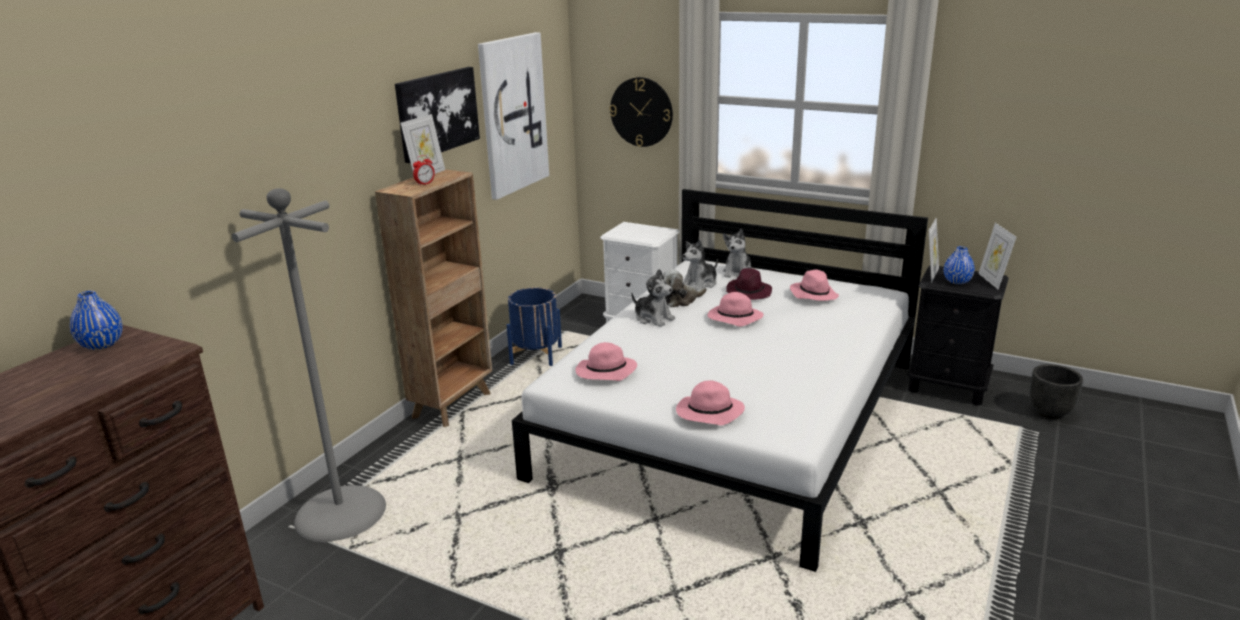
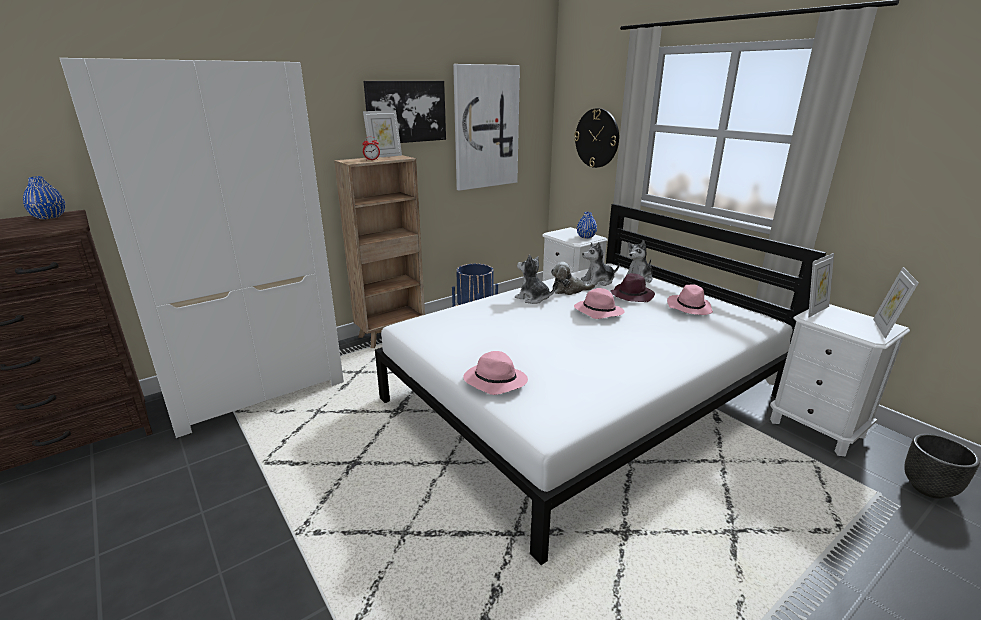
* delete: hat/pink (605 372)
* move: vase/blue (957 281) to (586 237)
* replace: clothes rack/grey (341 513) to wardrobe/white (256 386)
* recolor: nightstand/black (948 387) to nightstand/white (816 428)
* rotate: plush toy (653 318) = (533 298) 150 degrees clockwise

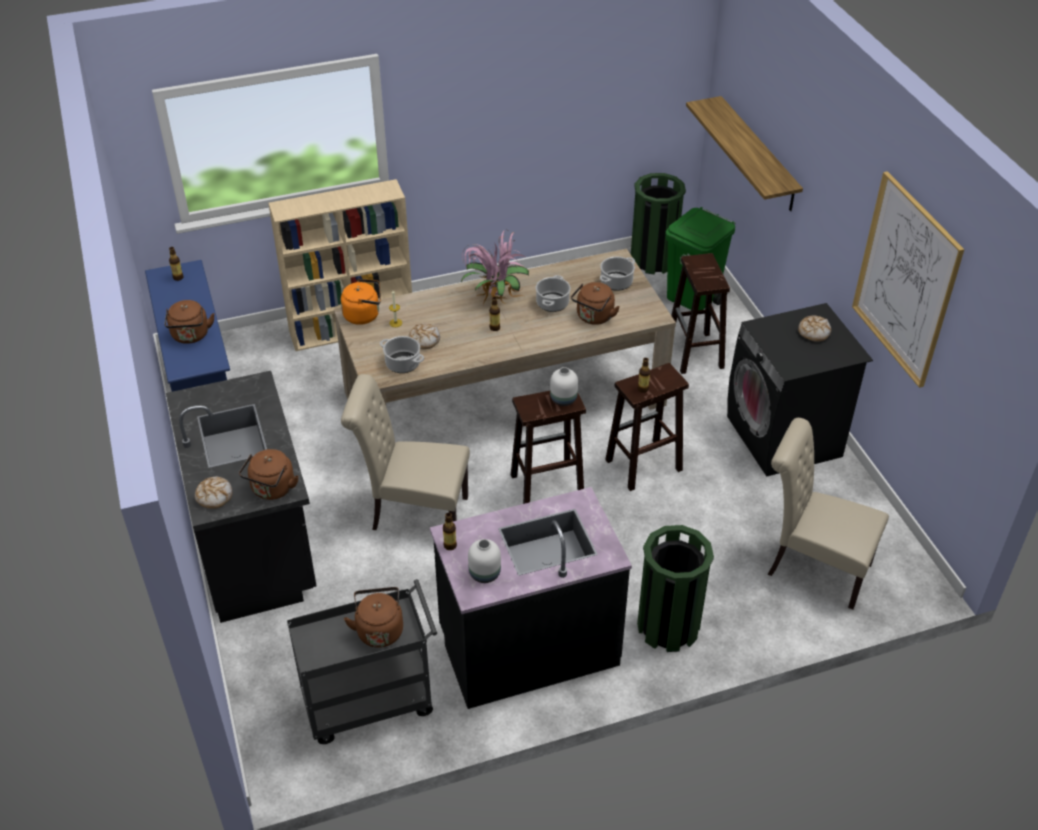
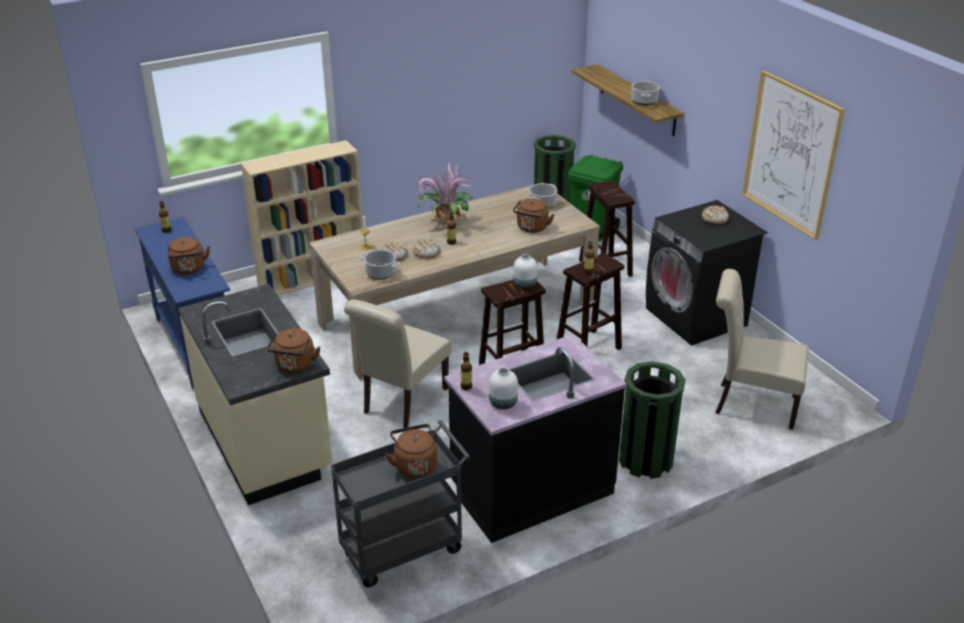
* delete: kettle/orange (364 315)
* move: bread (214 496) to (426 252)
* move: cooking pot (552 303) to (644 101)
* recolor: counter/black (255 542) to counter/beige (266 440)
* rotate: chair/beige (413 513) = (402 403) 60 degrees counterclockwise

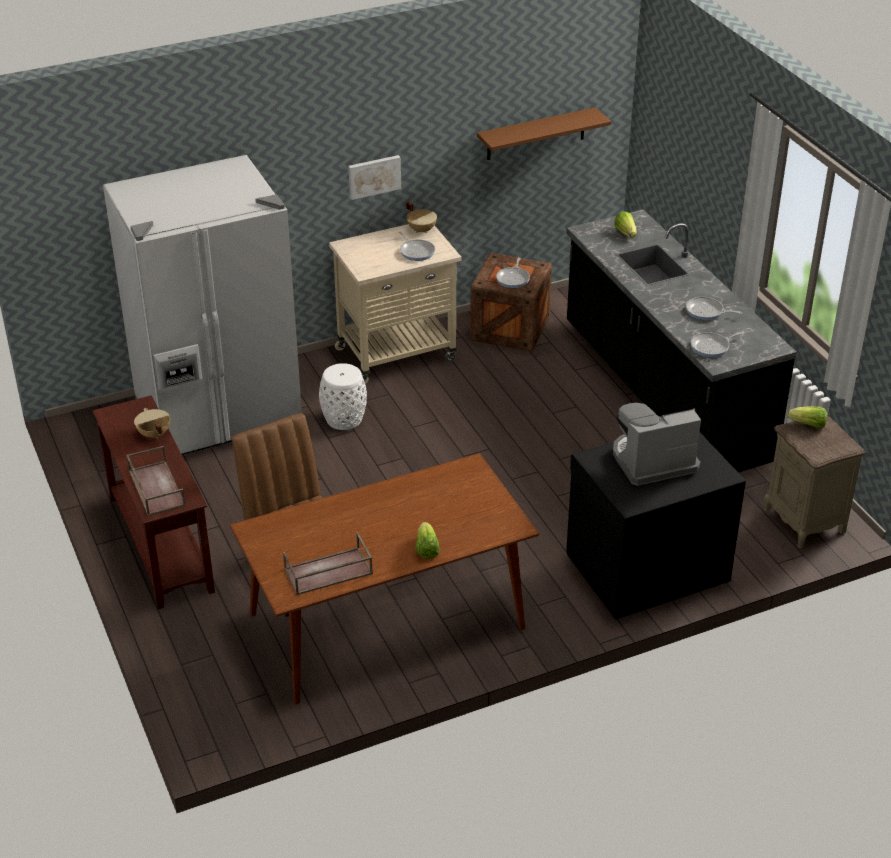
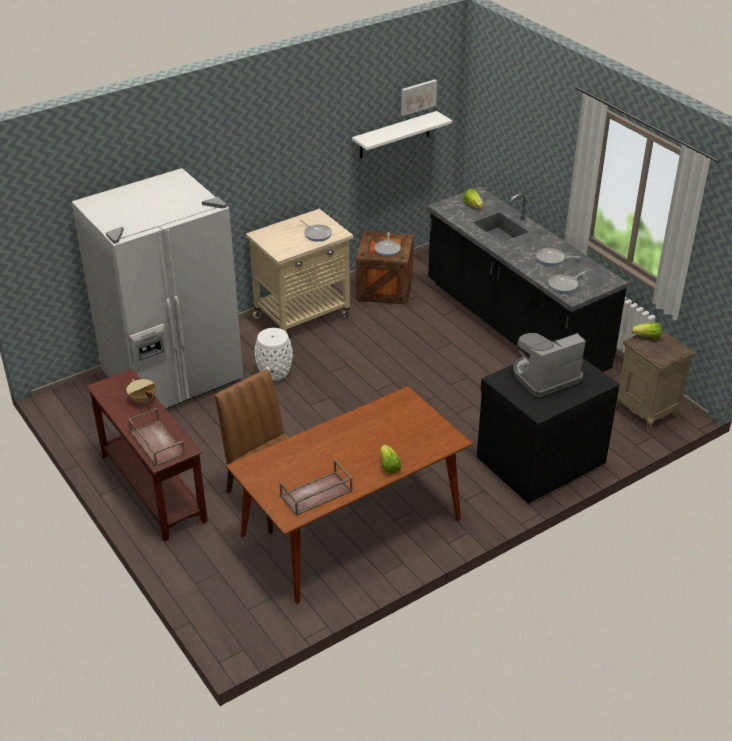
* delete: cooking pot/beige (422 230)
* move: picture (374 176) to (417 96)
* recolor: shelf/brown (536 134) to shelf/white (395 135)

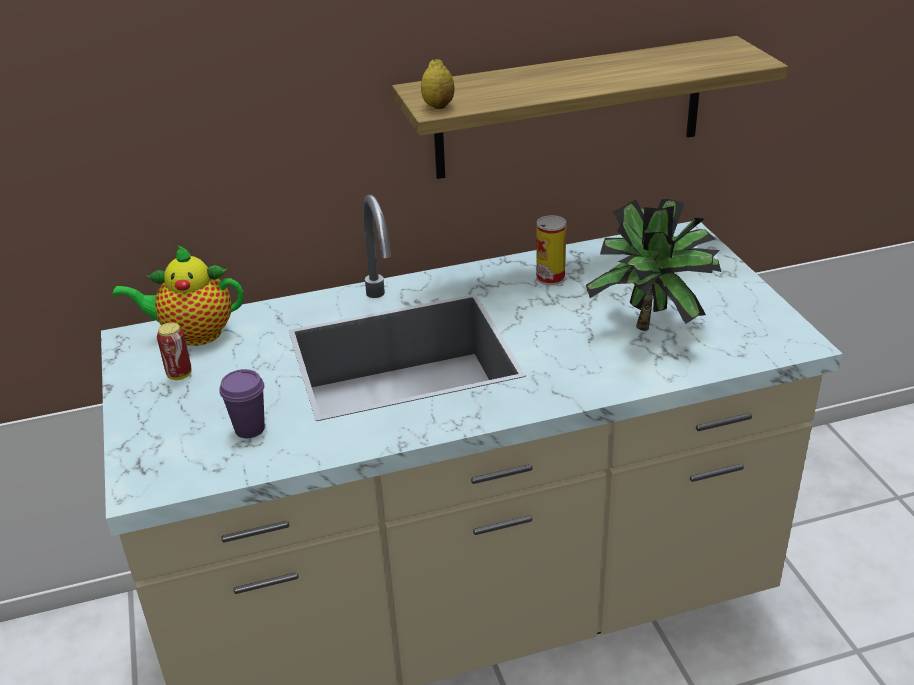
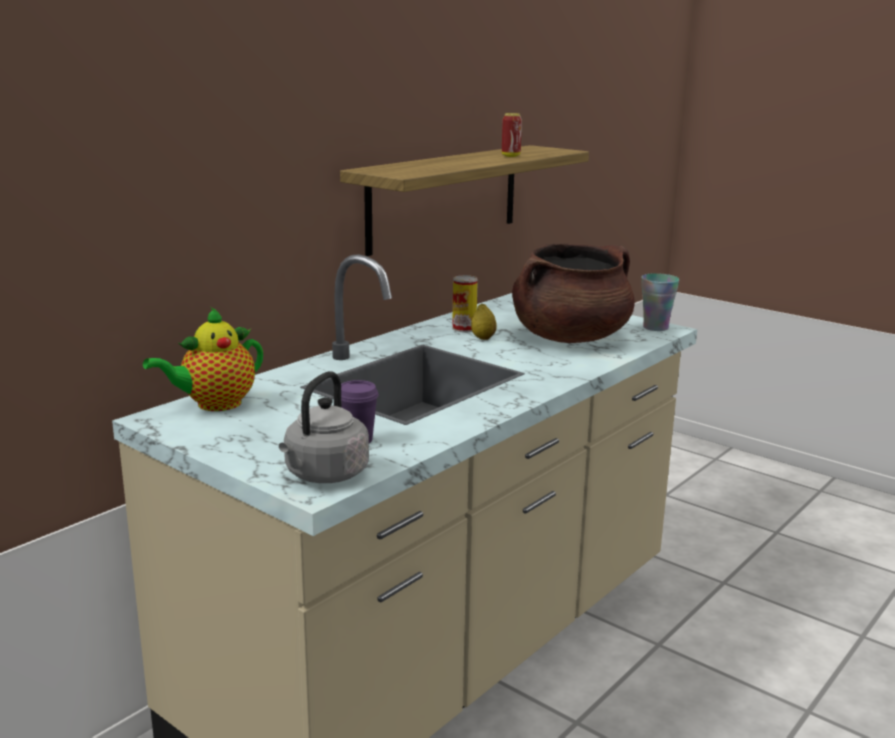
* insert: kettle/grey (324 475)
* insert: cup (655 327)
* move: can (179 374) to (510 156)
* move: lemon (438 106) to (483 338)
* replace: potted plant (652 327) to cooking pot/brown (570 338)

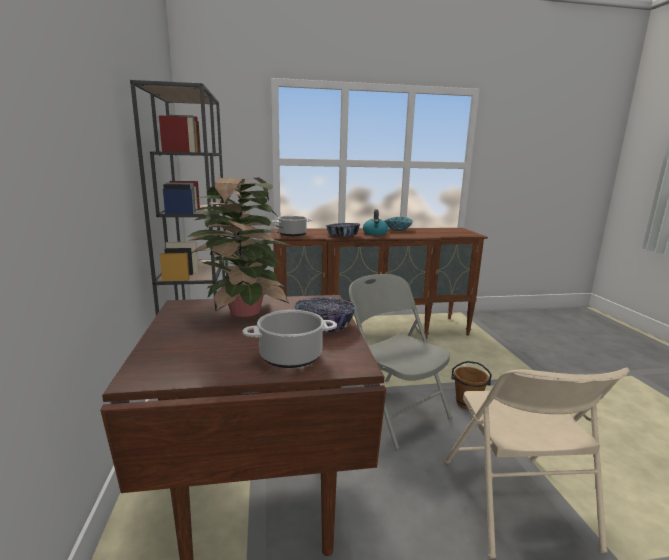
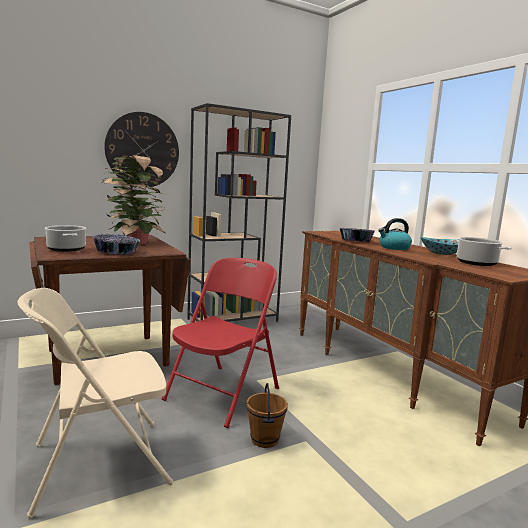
* insert: wall clock (142 150)
* move: cooking pot (292 234) to (475 263)
* recolor: chair/grey (391 410) to chair/red (223 394)

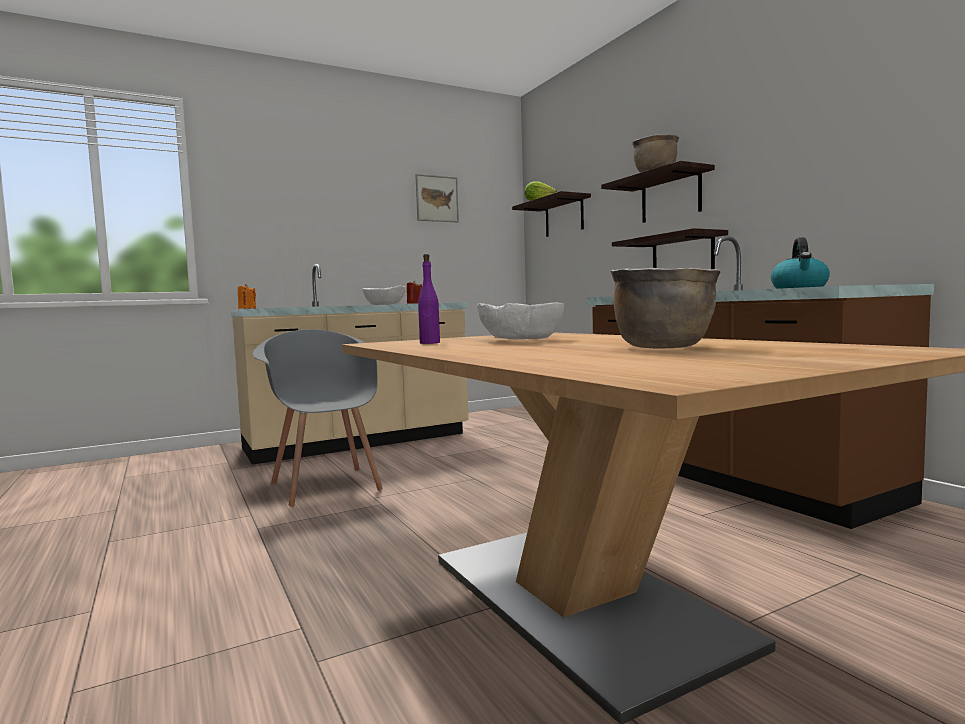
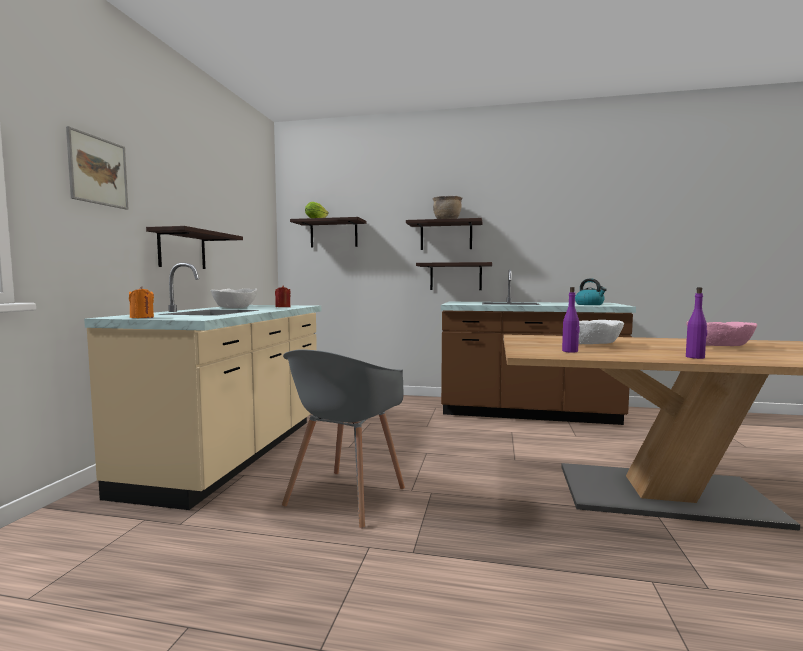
* insert: shelf (182 250)
* insert: bottle/purple (695 357)
* move: picture (437 198) to (98 171)
* replace: cooking pot/brown (663 347) to bowl/pink (718 346)
* rotate: chair/grey (326 486) = (345 498) 75 degrees counterclockwise

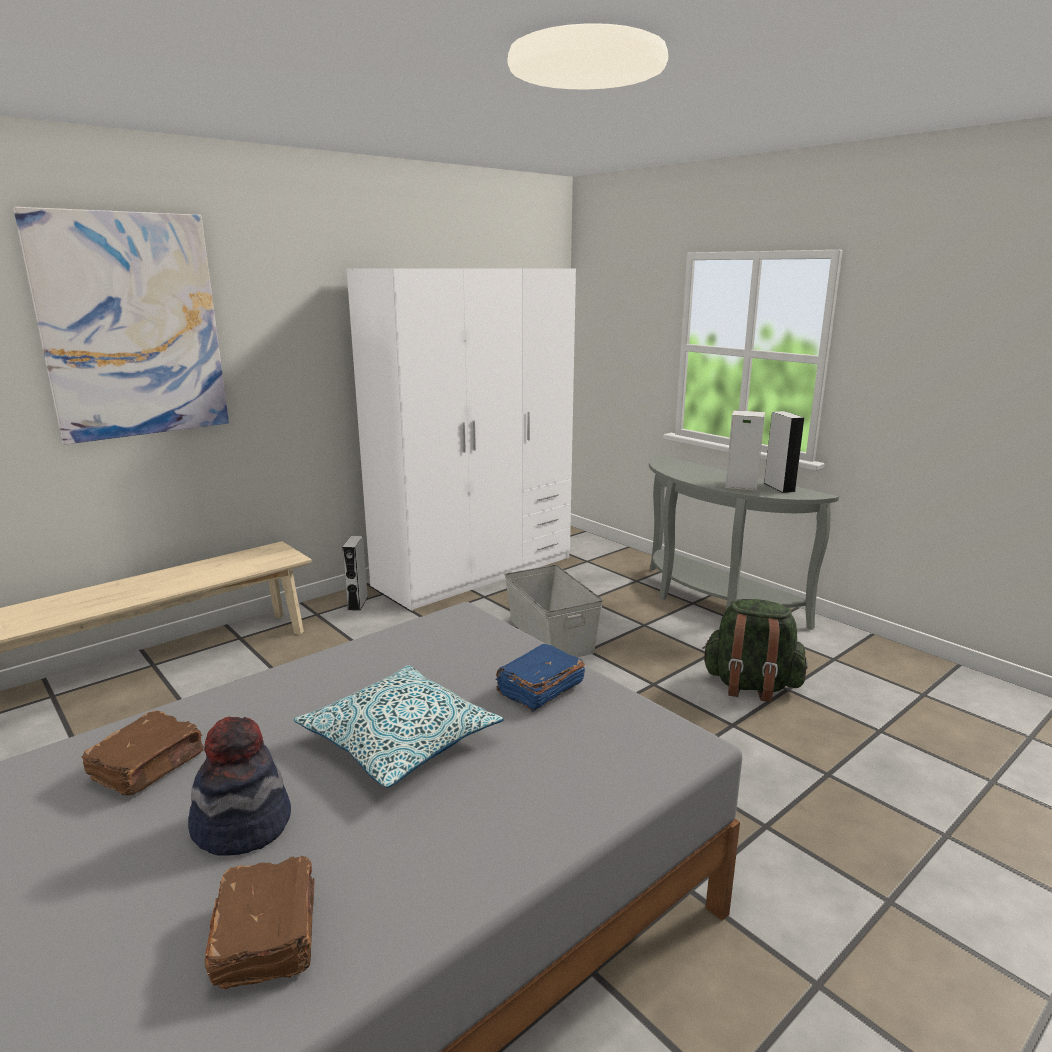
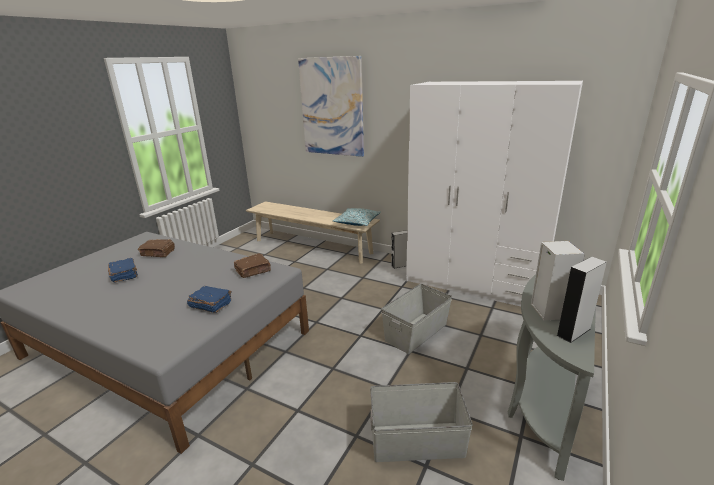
* move: book/brown (268 936) to (253 271)
* move: pillow (399 740) to (357 222)
* replace: hat (242 825) to book/blue (124 275)
* replace: backpack/green (751 686) to storage box/grey (416 441)

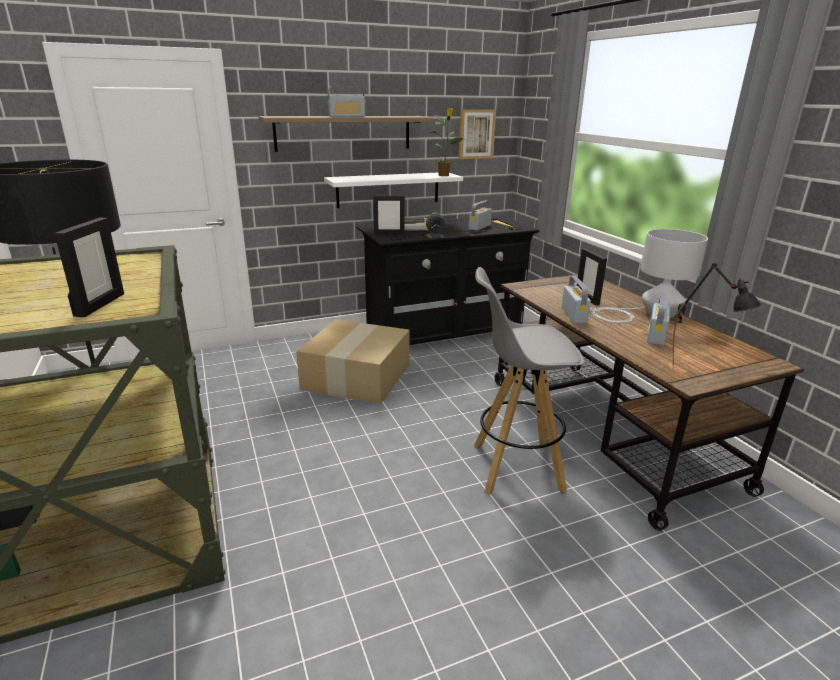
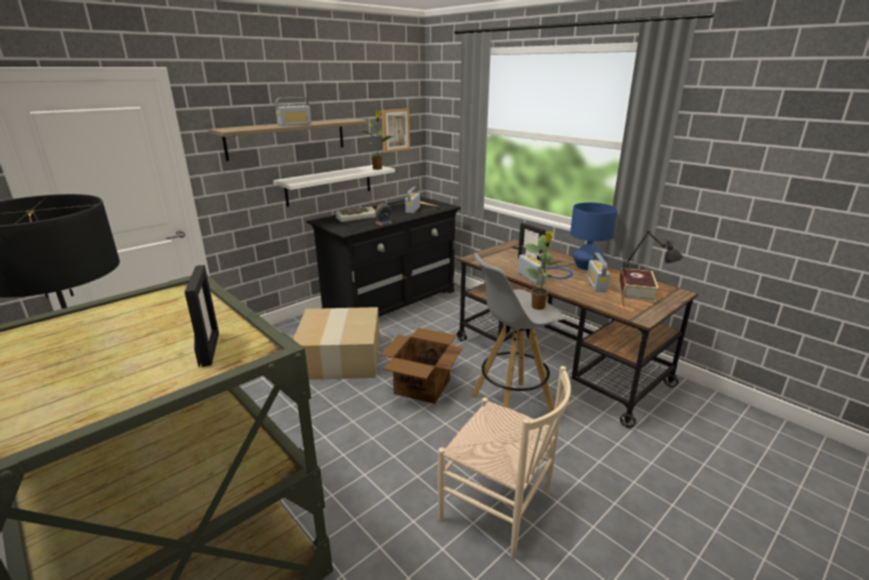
* delete: picture frame (389 233)
* insert: cardboard box (421 387)
* insert: chair/beige (500 508)
* insert: potted plant (538 307)
* insert: book (636 290)
* recolor: table lamp/grey (641 314) to table lamp/blue (575 269)

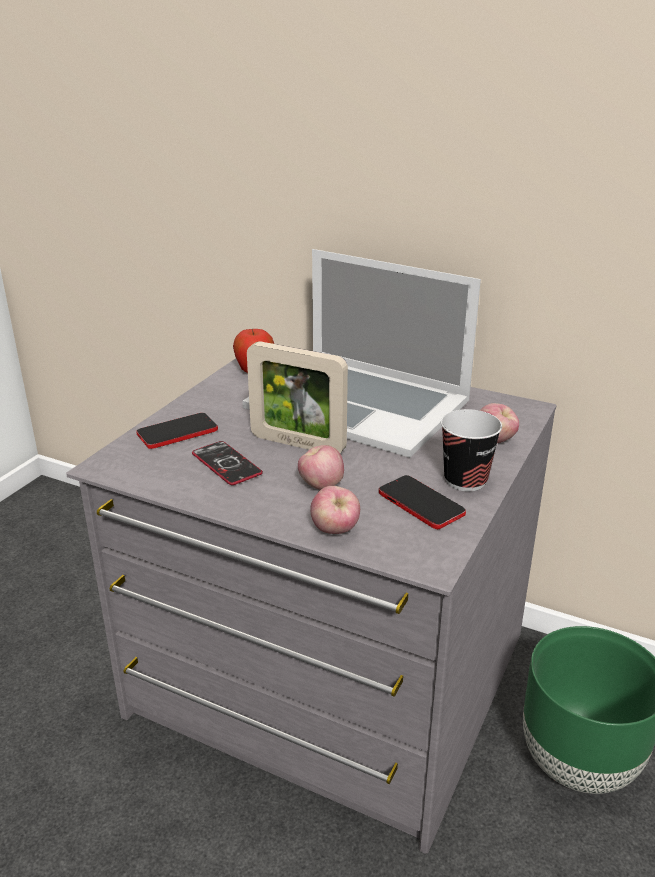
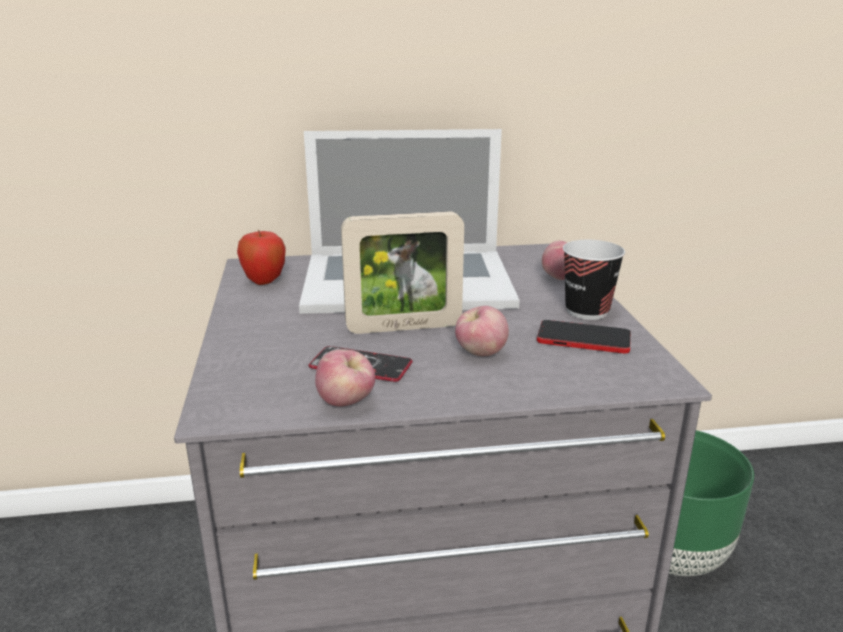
* delete: phone (177 432)
* move: apple (335 531) to (346 403)

